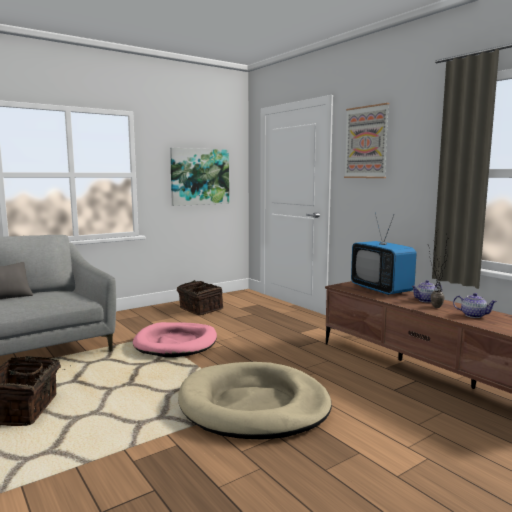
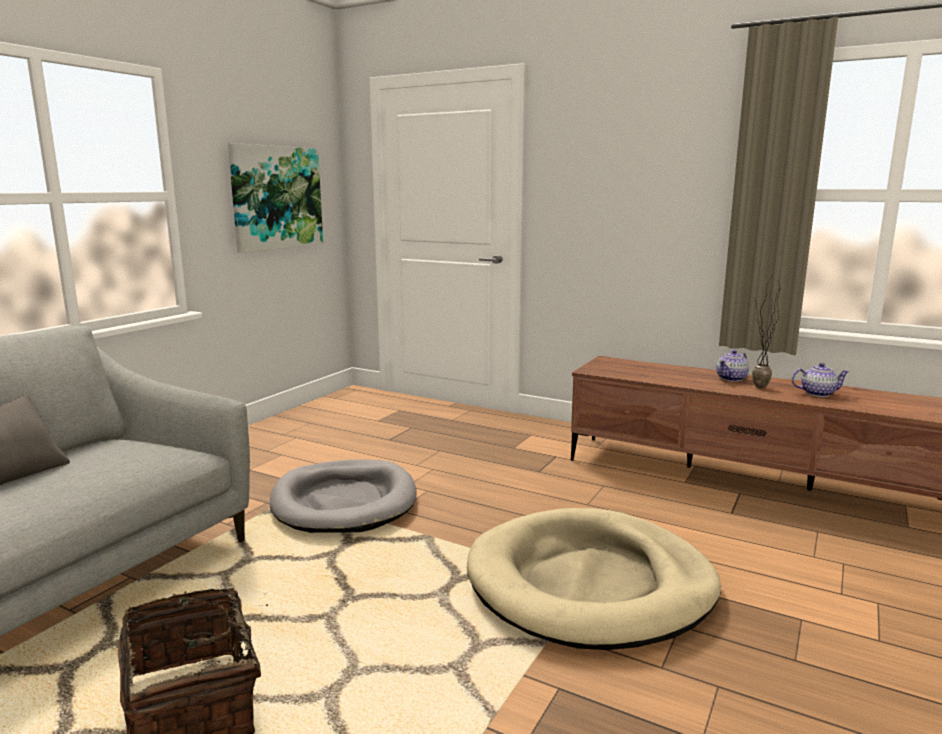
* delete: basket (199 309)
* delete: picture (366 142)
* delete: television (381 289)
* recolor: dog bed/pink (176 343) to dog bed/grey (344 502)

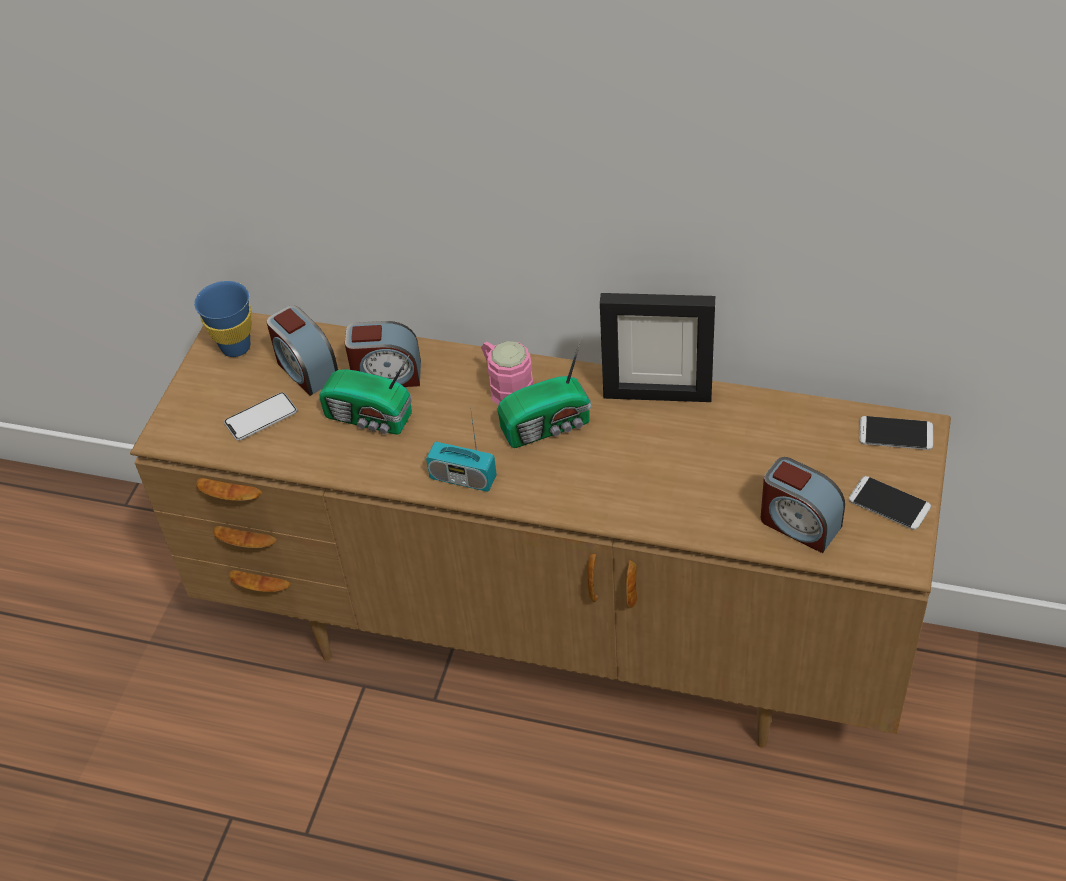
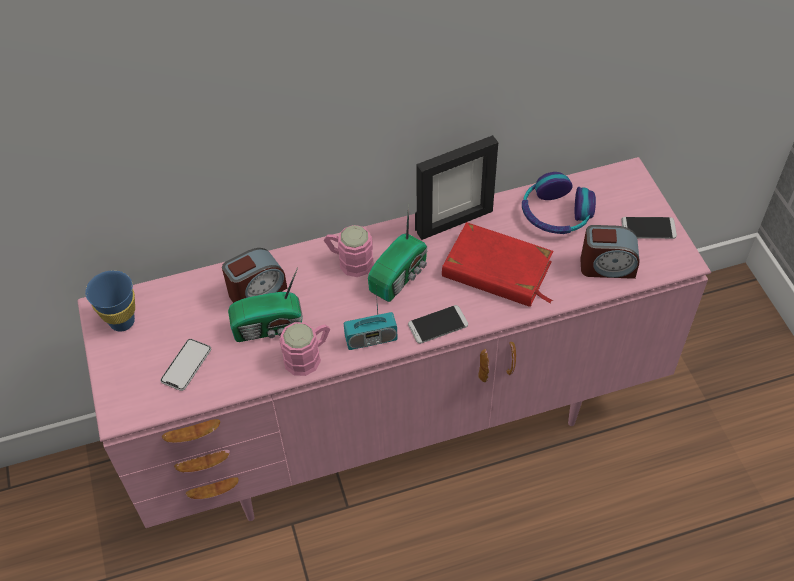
* delete: alarm clock (306 369)
* insert: mug/pink (308 356)
* insert: book/red (497 270)
* insert: headphones (556 214)
* move: phone (895 434) to (438 325)
* recolor: dresser/brown (553 645) to dresser/pink (400 428)

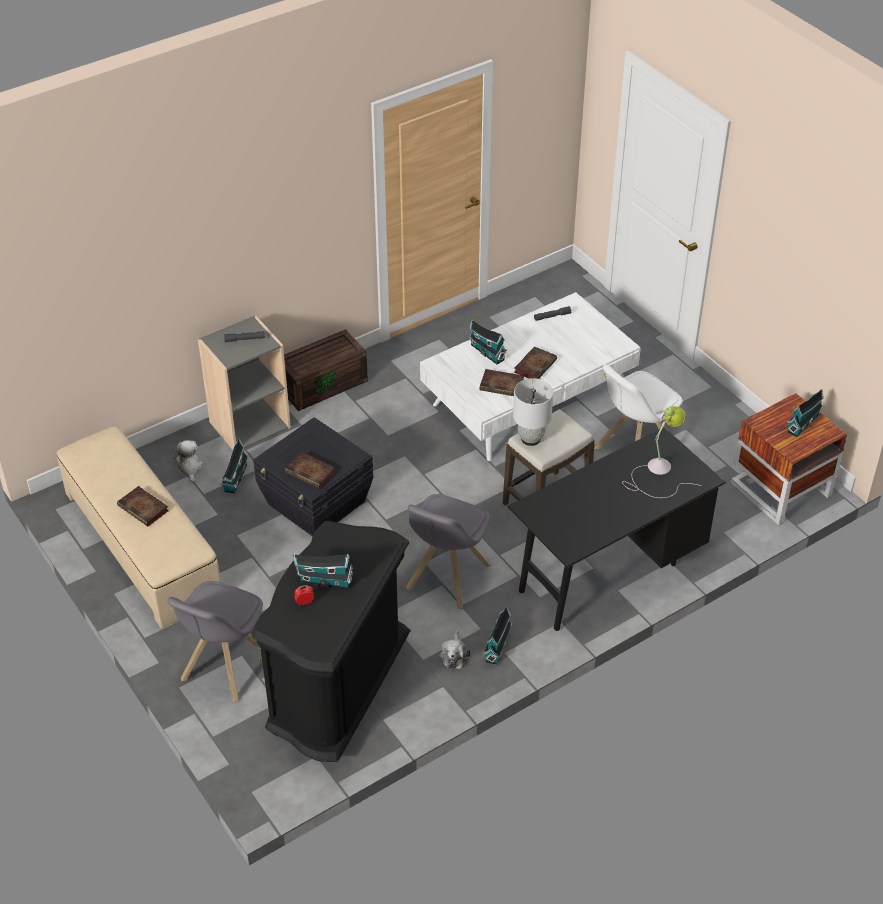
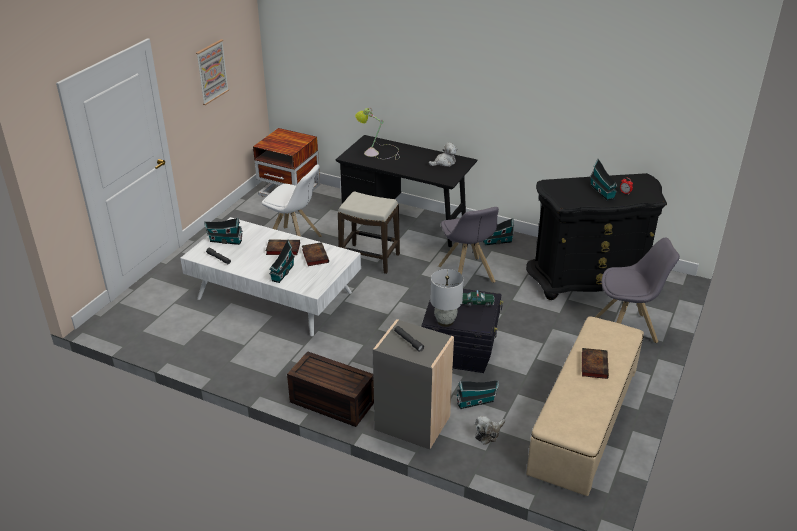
* insert: picture (211 72)
* move: plush toy (454 655) to (444 162)
* move: table lamp/white (531 439) to (445 321)
* move: toy house (804 422) to (224 241)
* replace: book (311 472) to toy car (477 302)
* rotate: chair/grey (447 577) = (466 274) 75 degrees clockwise

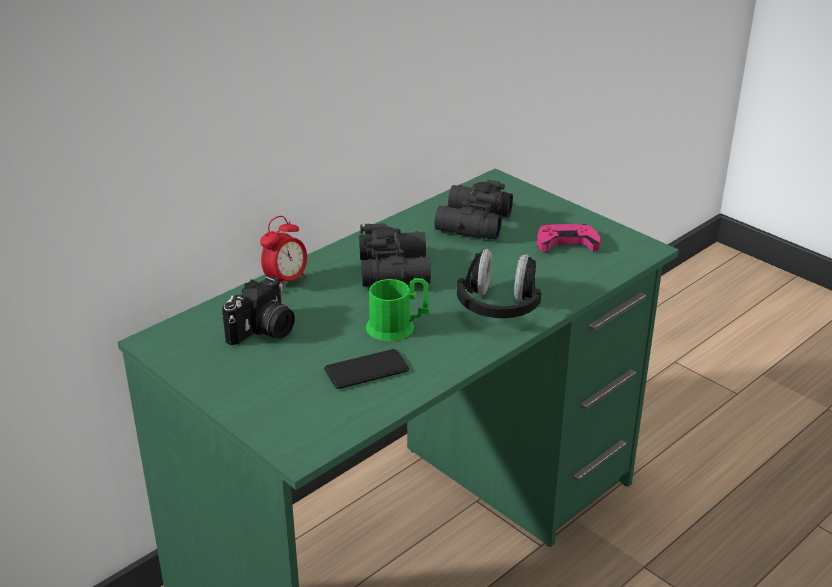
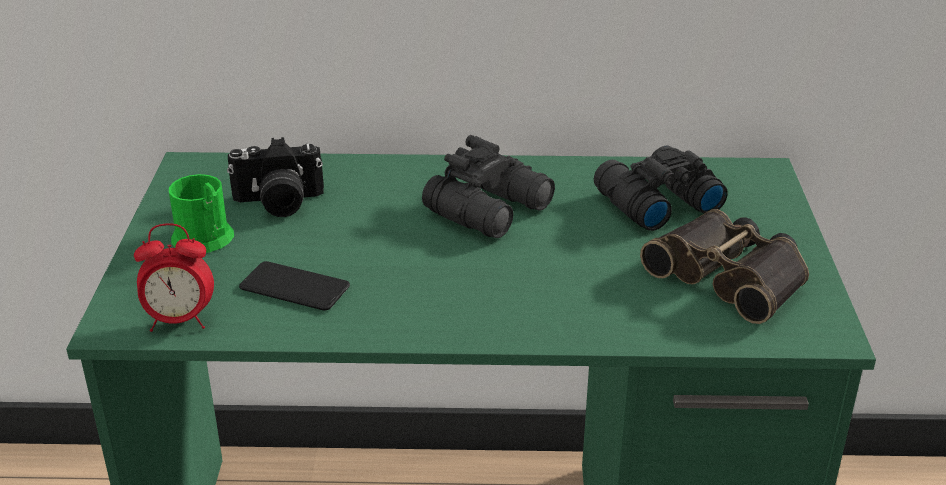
* delete: headphones/black (499 307)
* move: alarm clock (286 281) to (180 321)
* move: mug/green (397 327) to (207 240)
* replace: game controller/pink (567 243) to binoculars (731 276)

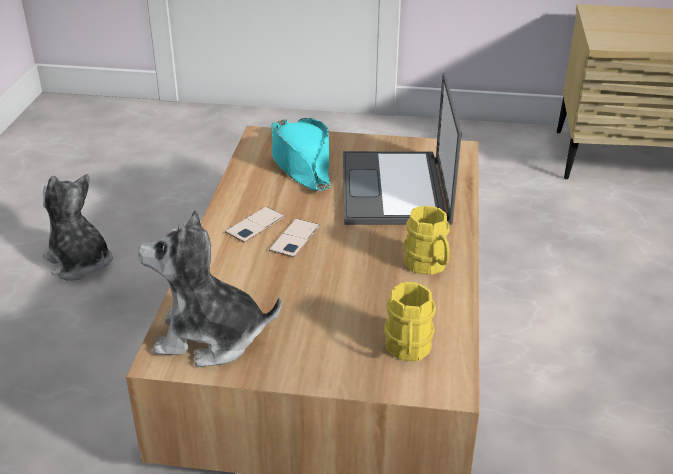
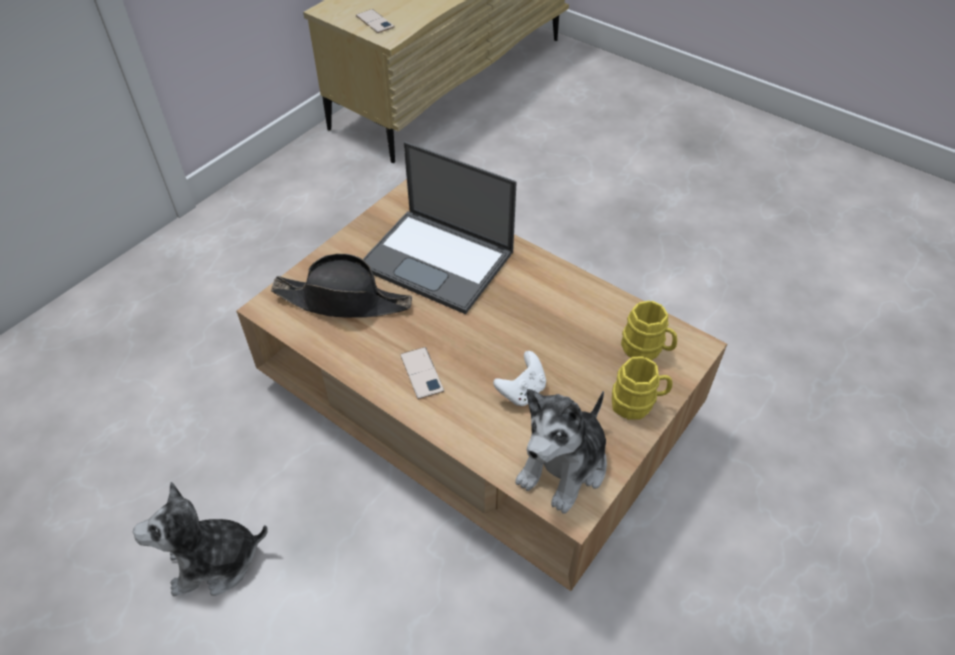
* insert: game controller/white (522 391)
* move: phone (295 238) to (375 21)
* move: mug/yellow (428 266) to (638 403)
* recolor: hat/turquoise (300 163) to hat/black (343 301)

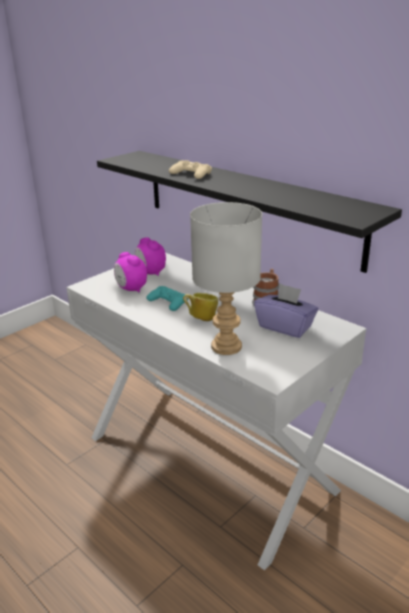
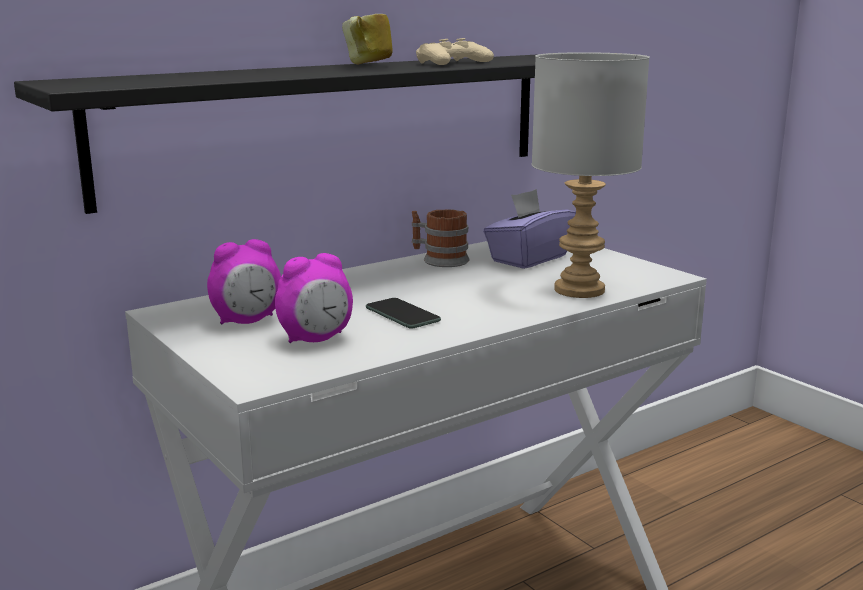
* move: game controller/beige (191 174) to (453 63)
* move: mug (201 318) to (365 65)
* replace: game controller/turquoise (168 302) to phone (402 314)

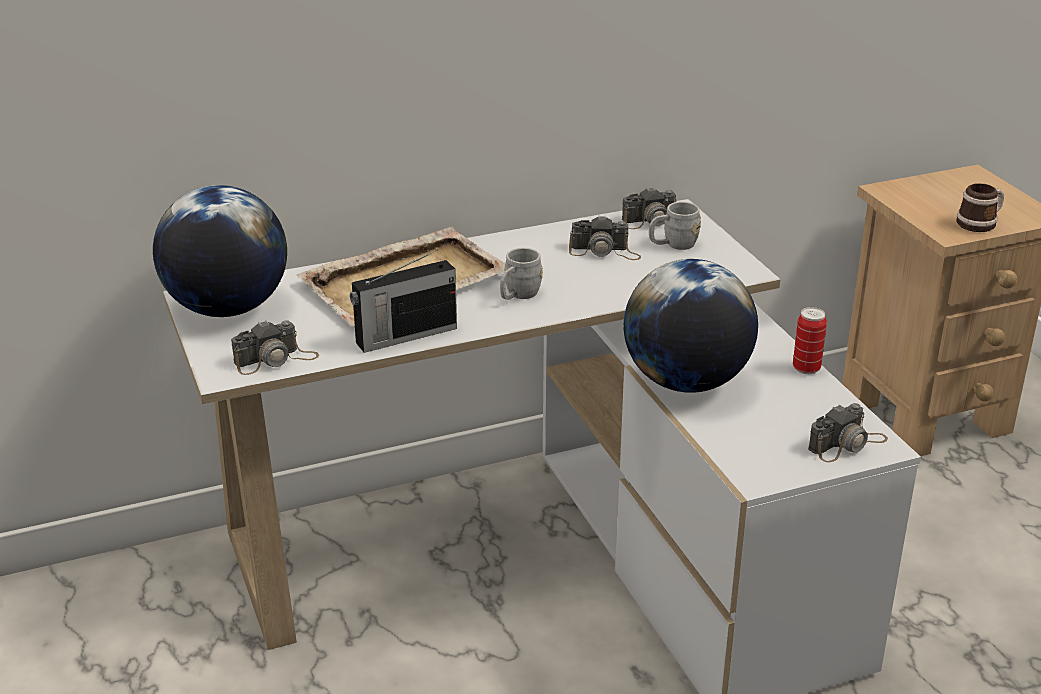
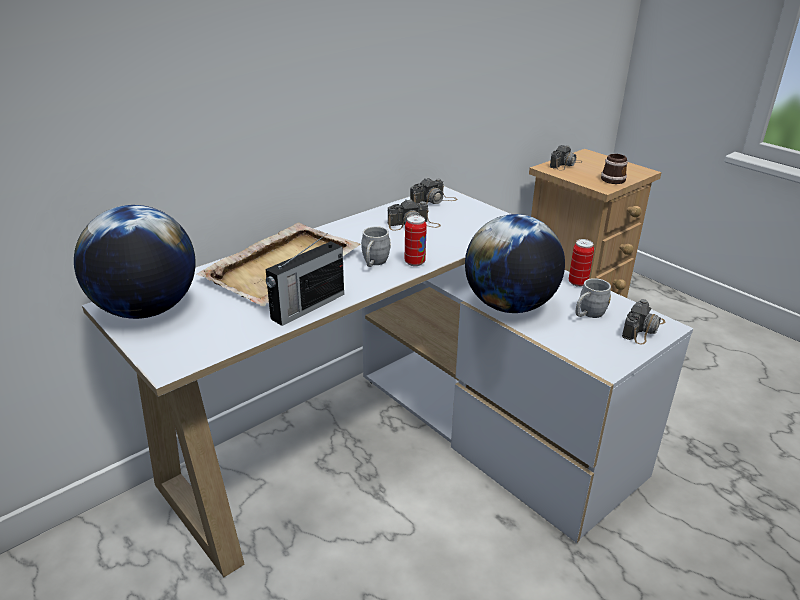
* insert: can (414 262)
* move: photo camera (276 359) to (566 164)
* move: mug/grey (673 245) to (588 314)

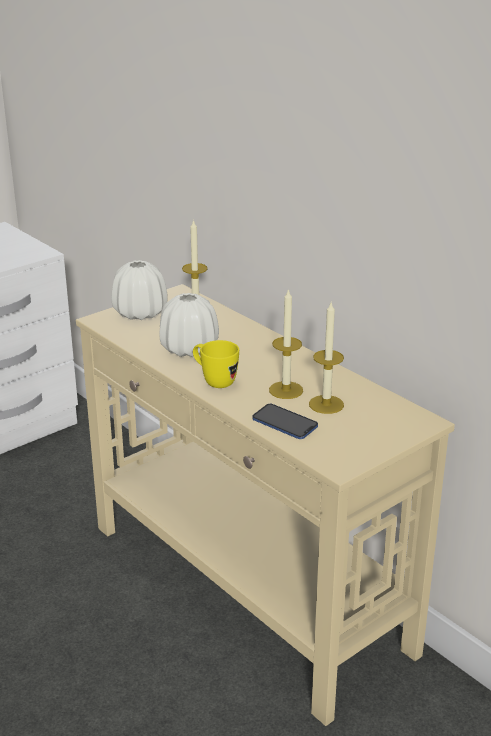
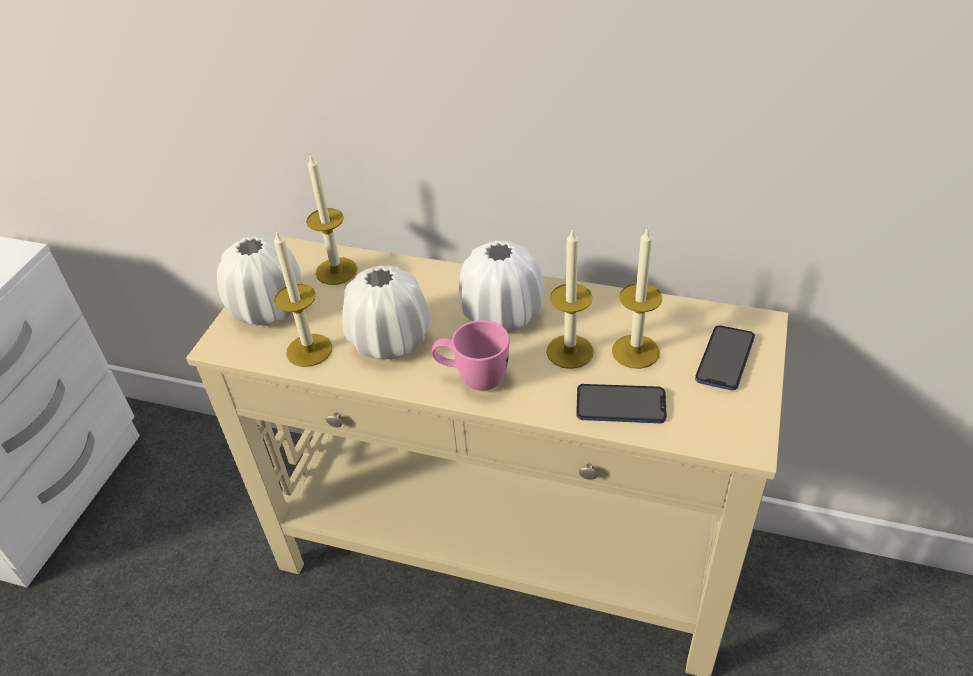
* insert: candle (309 350)
* insert: vase/white (502 314)
* insert: phone (724 359)
* recolor: mug/yellow (214 381) to mug/pink (472 379)

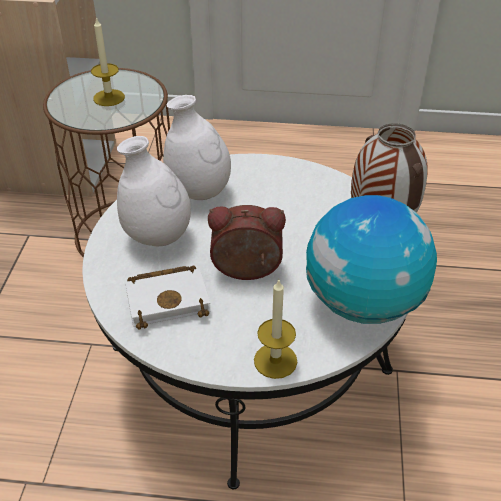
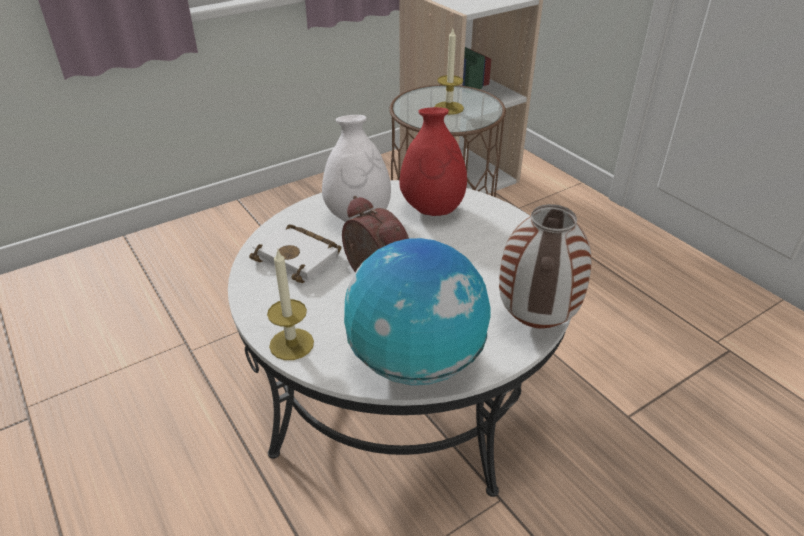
* recolor: vase/white (199 192) to vase/red (432 209)

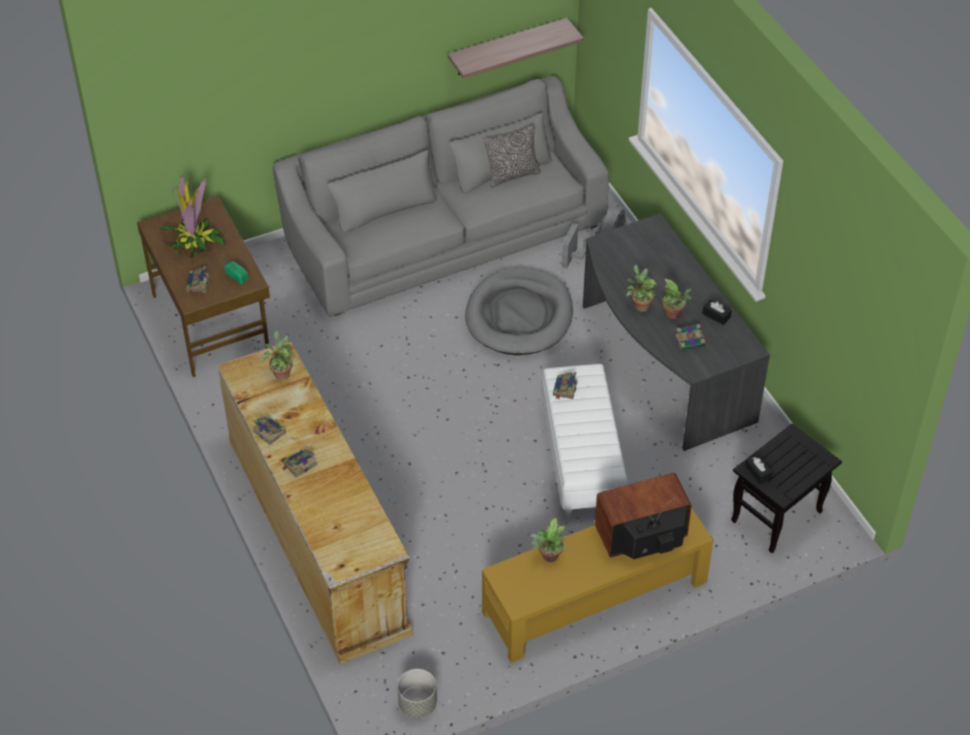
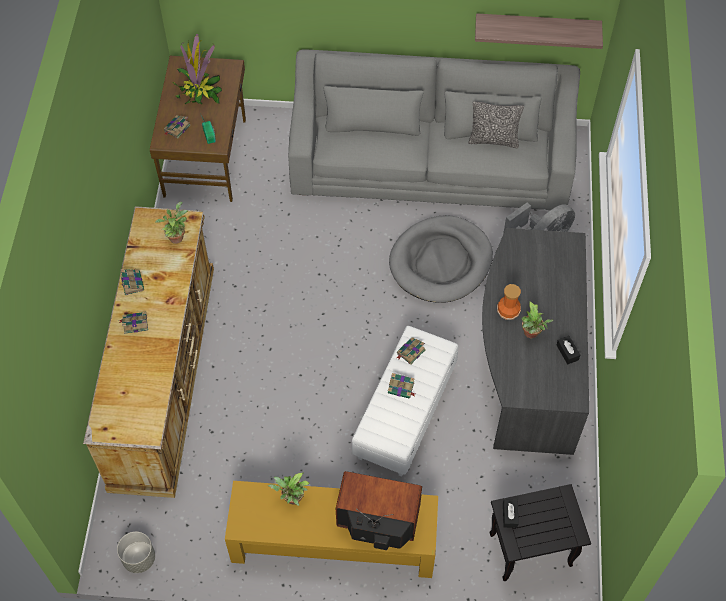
* move: book (690 341) to (401 388)
* replace: potted plant (640 305) to vase (508 311)

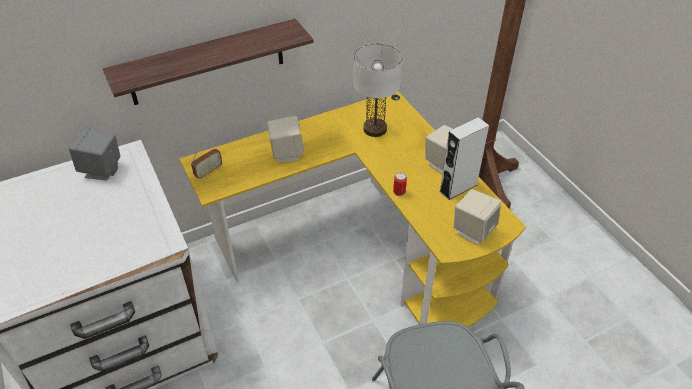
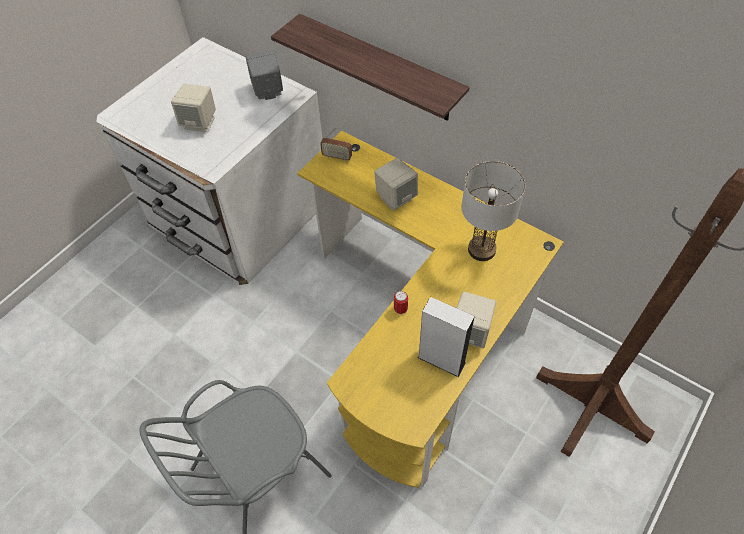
* move: speaker/beige (473 230) to (200 122)

